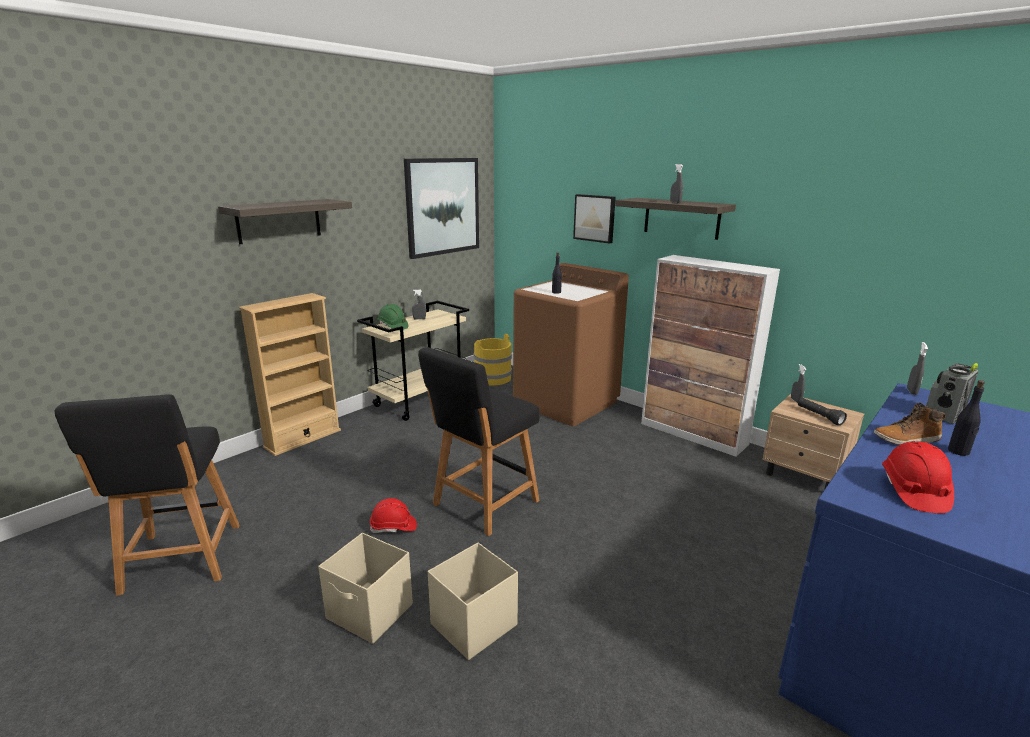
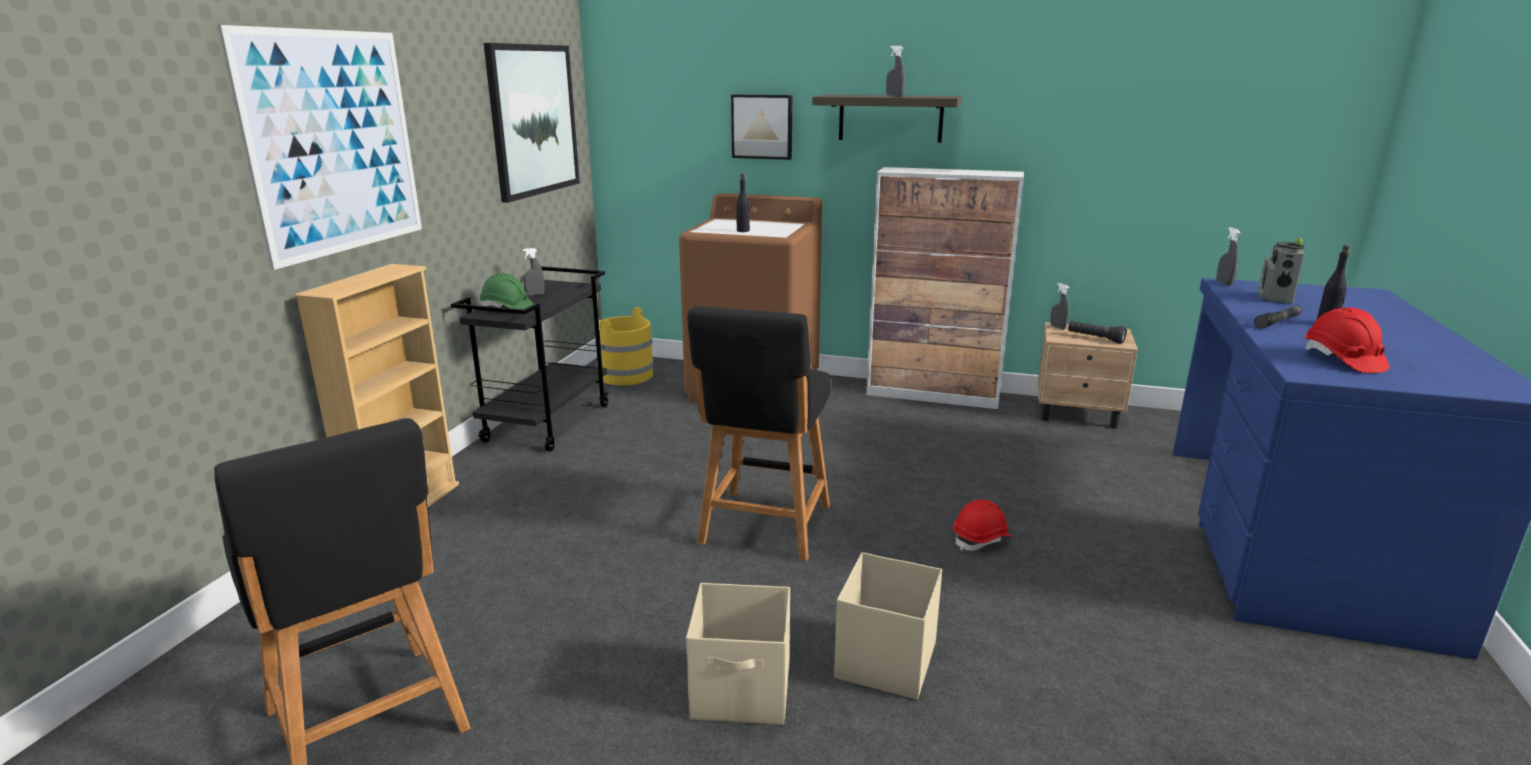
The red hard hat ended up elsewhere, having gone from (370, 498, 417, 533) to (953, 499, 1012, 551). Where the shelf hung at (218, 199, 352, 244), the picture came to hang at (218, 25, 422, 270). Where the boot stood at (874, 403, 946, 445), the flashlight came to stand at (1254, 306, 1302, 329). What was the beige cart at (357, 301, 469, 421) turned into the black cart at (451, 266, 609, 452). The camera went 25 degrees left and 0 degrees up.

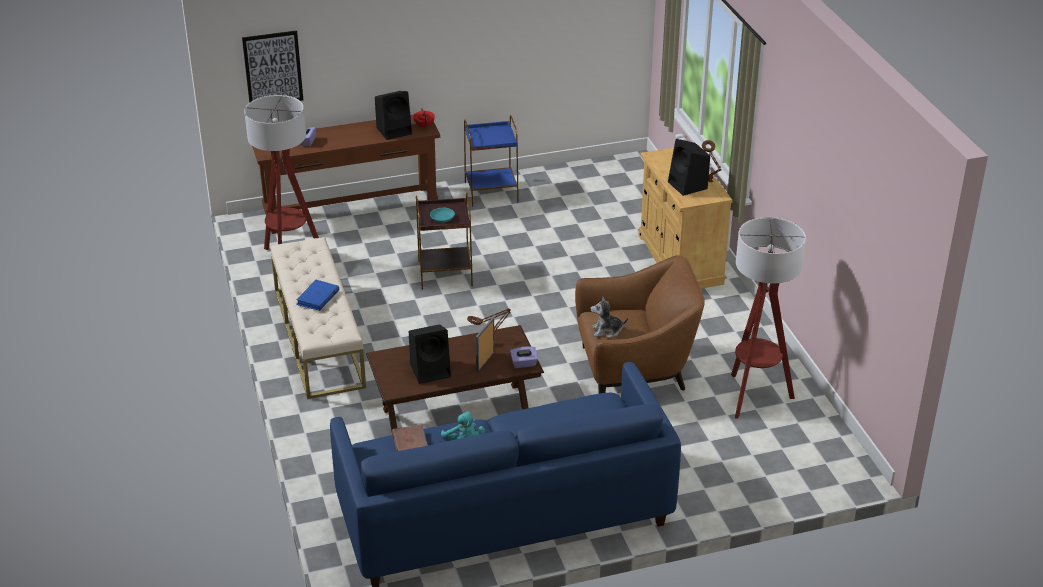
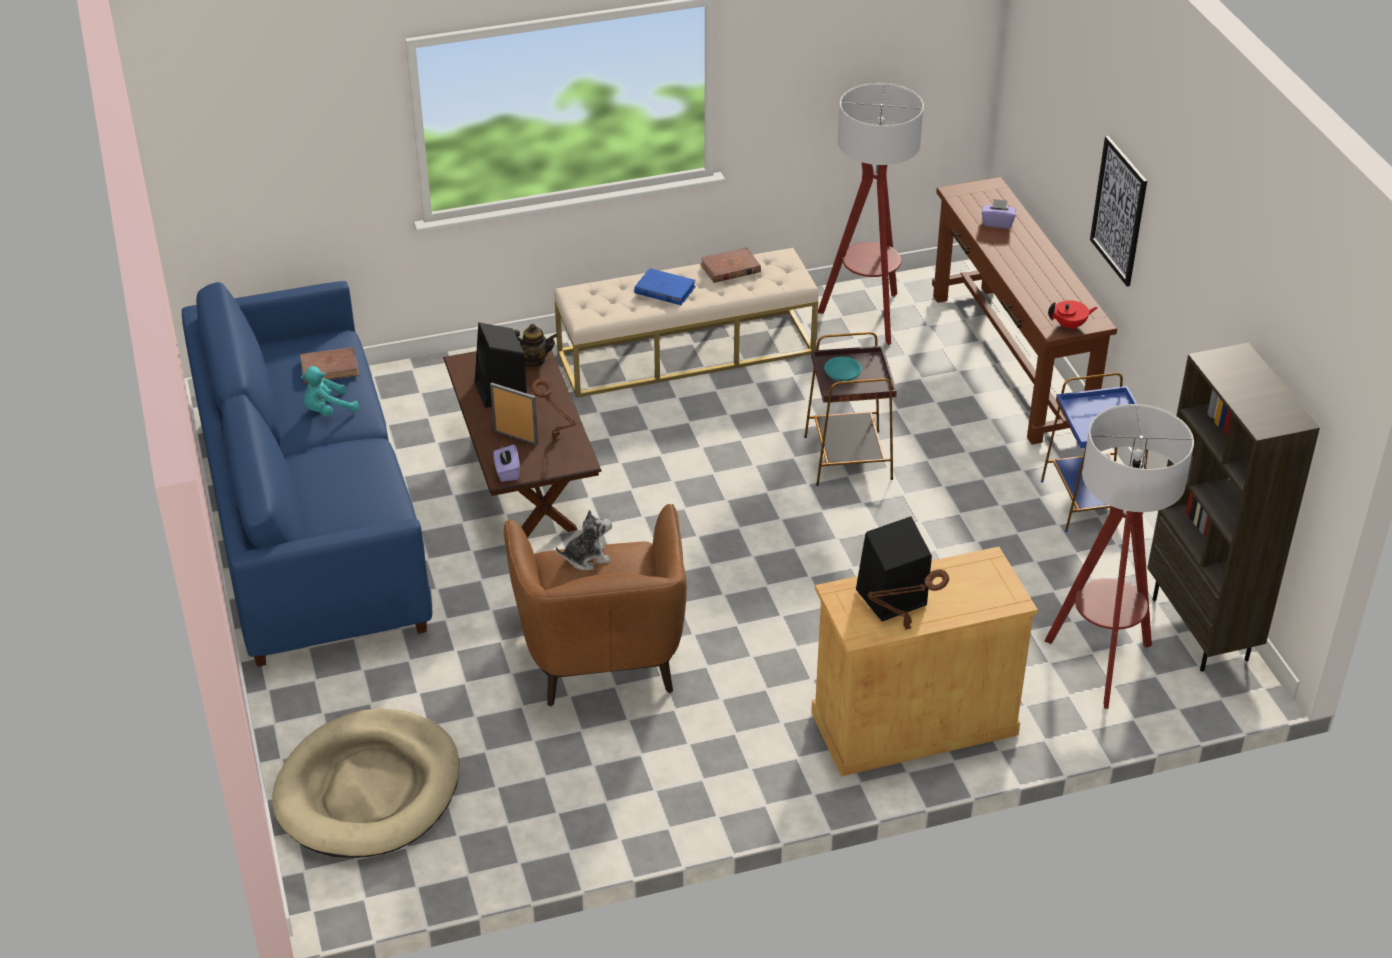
The second view lost the black speaker at (375, 91, 412, 140). The second view gained the beige dog bed at (272, 708, 459, 858). The second view gained the teapot at (514, 324, 557, 366). The second view gained the brown book at (700, 247, 761, 283). The second view gained the brown bookcase at (1147, 343, 1320, 672). The picture ended up elsewhere, having gone from (242, 30, 303, 103) to (1090, 136, 1147, 286). The floor lamp ended up elsewhere, having gone from (731, 217, 806, 419) to (1045, 404, 1194, 709). The plush toy at (590, 297, 628, 338) ended up facing another way, 75 degrees clockwise from before. The camera went 90 degrees right and 5 degrees up.

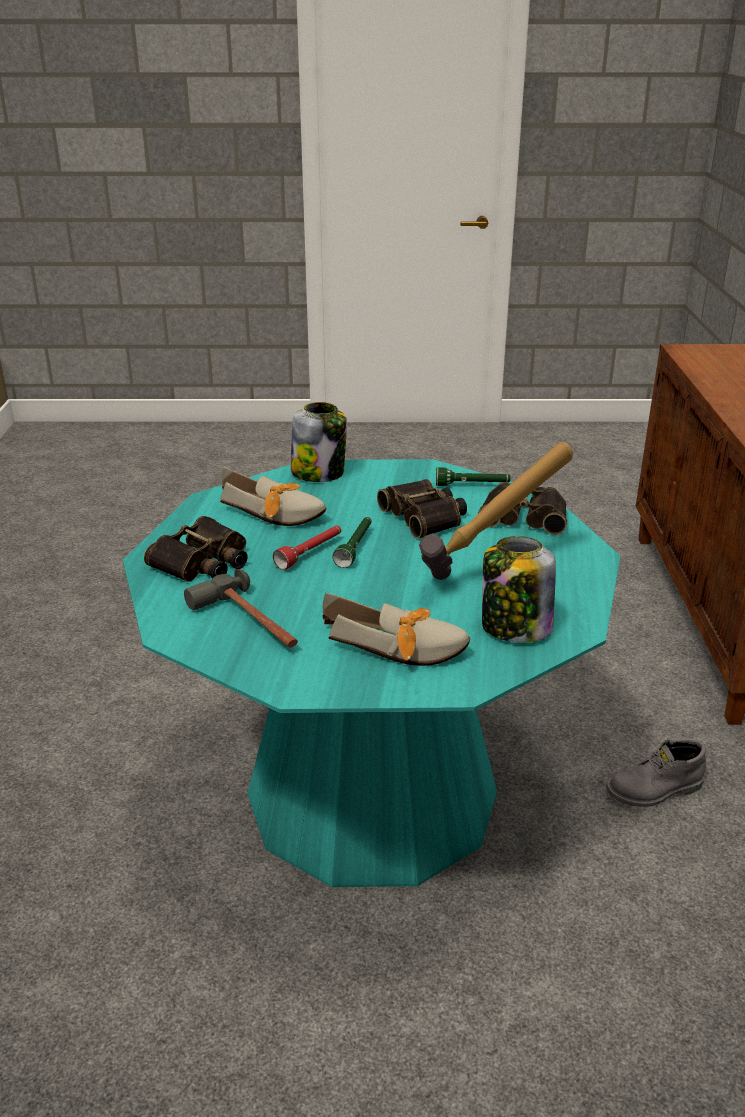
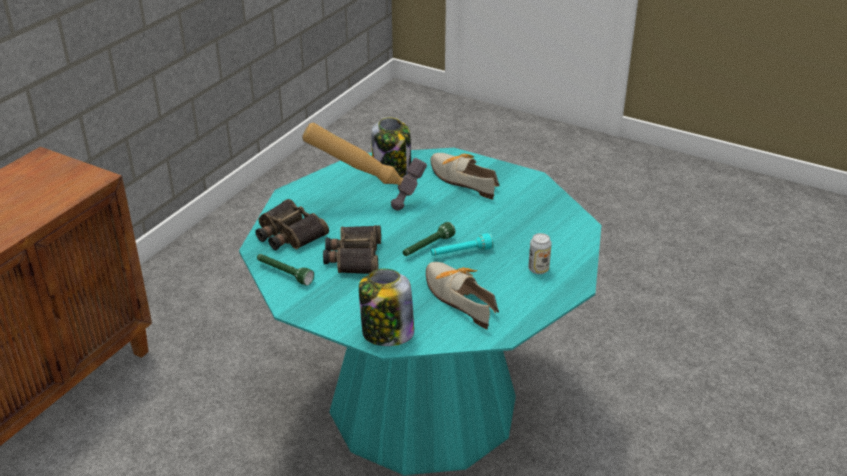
The second view lost the hammer at (184, 569, 298, 647). The second view lost the grey boot at (606, 738, 706, 807). Where the binoculars stood at (144, 516, 248, 582), the can came to stand at (528, 233, 552, 274). What was the red flashlight at (273, 526, 341, 570) turned into the turquoise flashlight at (431, 233, 494, 256). The camera went 150 degrees left and 5 degrees up.

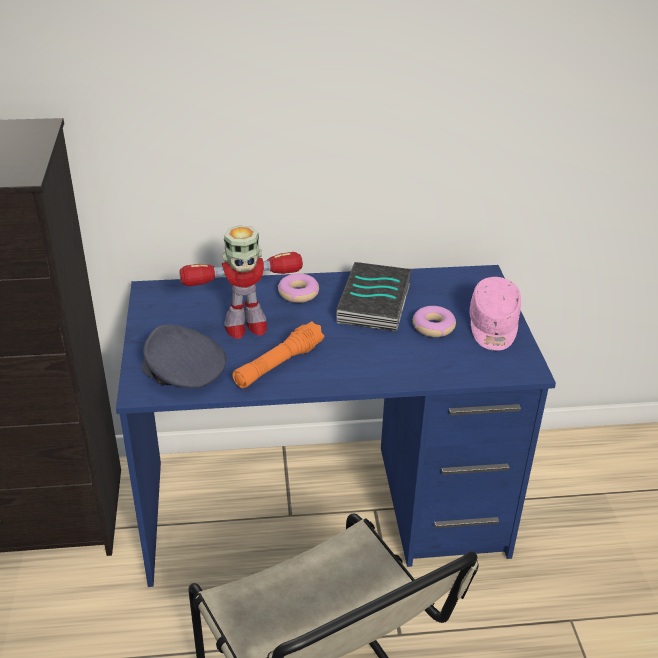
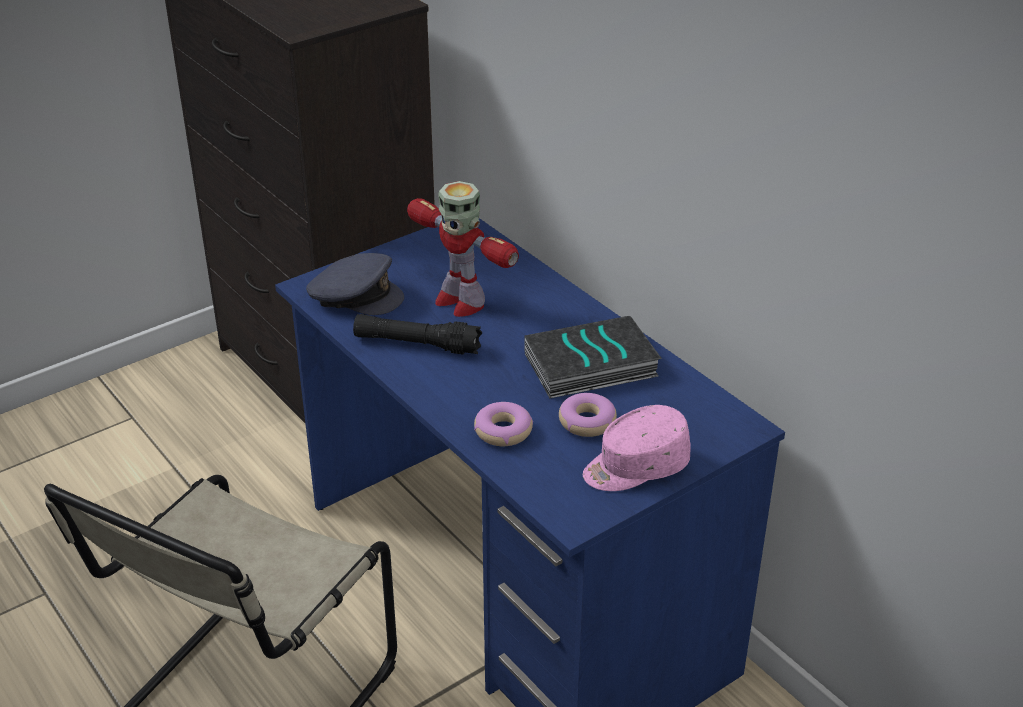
The donut ended up elsewhere, having gone from (278, 273, 319, 303) to (474, 402, 533, 446). What was the orange flashlight at (232, 321, 325, 388) turned into the black flashlight at (353, 314, 482, 355). The grey cap at (142, 325, 226, 388) ended up facing another way, 105 degrees clockwise from before. The camera went 60 degrees right and 0 degrees up.

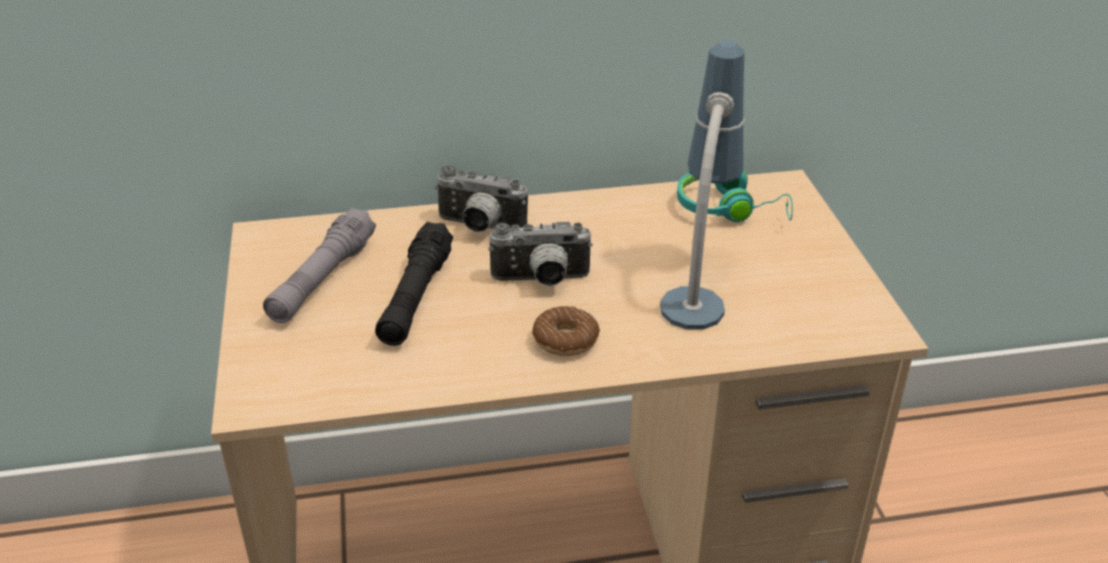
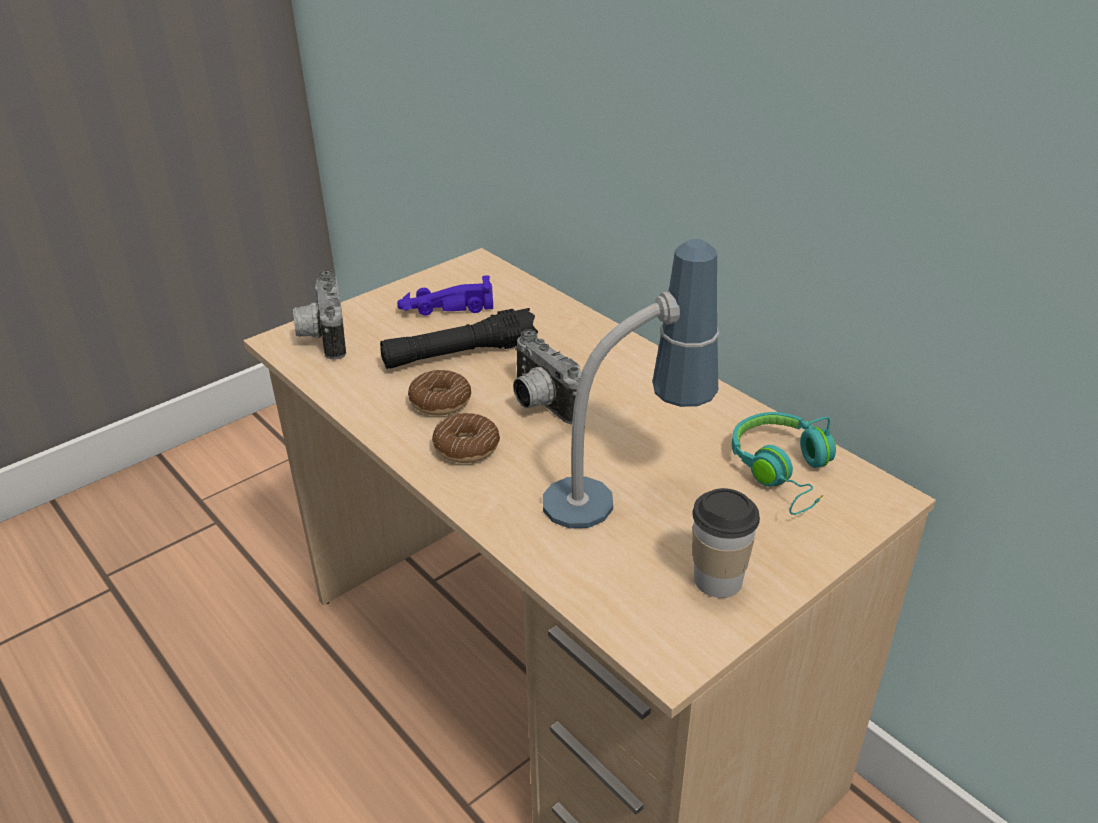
The second view gained the donut at (408, 370, 471, 415). The second view gained the cup at (693, 488, 760, 598). The photo camera ended up elsewhere, having gone from (435, 166, 528, 232) to (293, 270, 346, 360). Where the grey flashlight stood at (263, 208, 376, 323), the purple toy car came to stand at (397, 275, 493, 316). The camera went 60 degrees right and 0 degrees up.

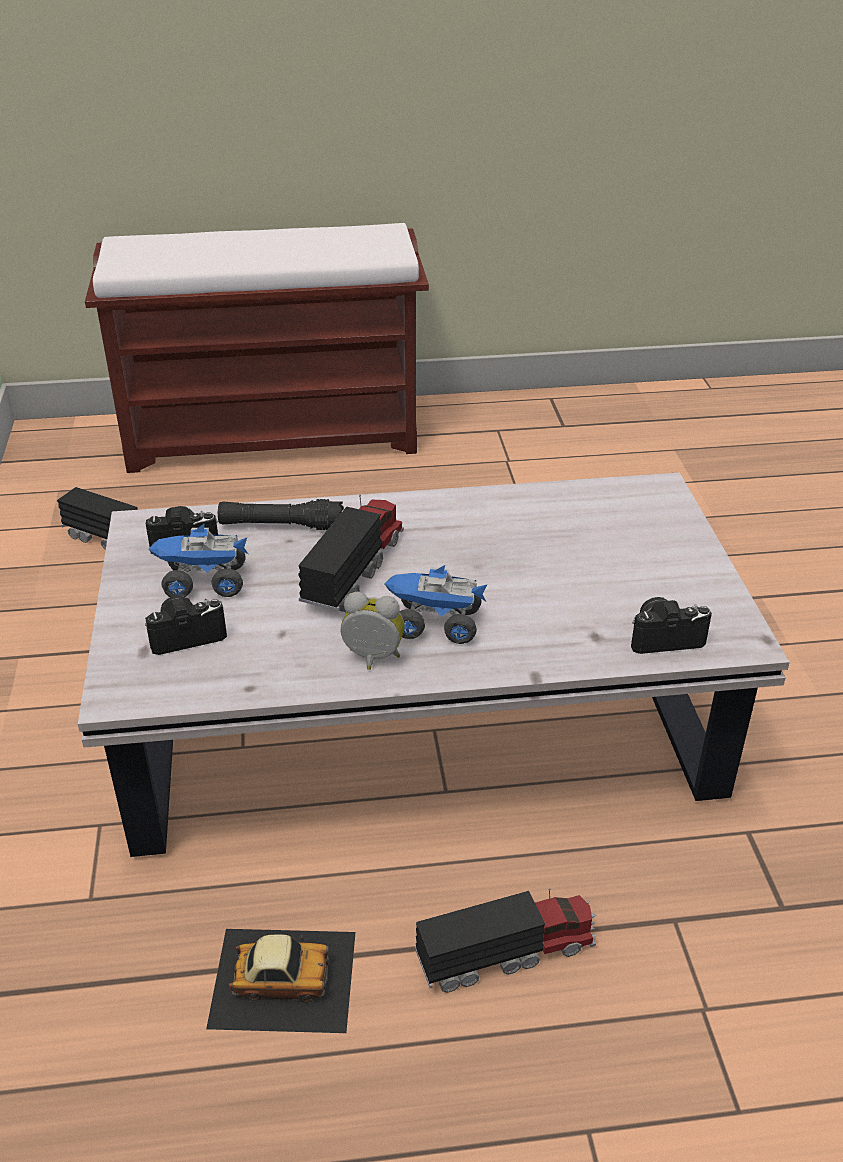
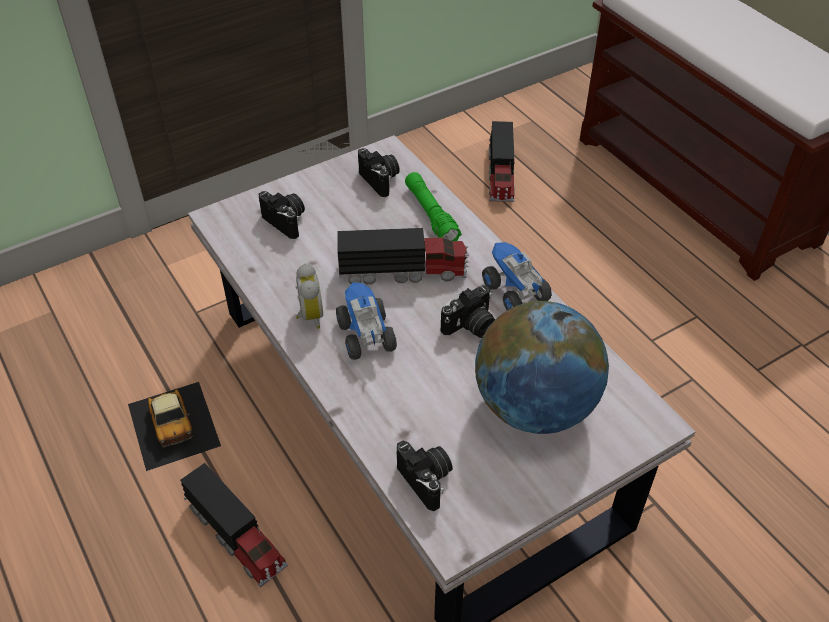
The second view gained the photo camera at (440, 285, 495, 338). The second view gained the globe at (475, 301, 609, 434). The toy truck ended up elsewhere, having gone from (149, 524, 248, 597) to (482, 242, 552, 310). What was the black flashlight at (218, 499, 344, 530) turned into the green flashlight at (405, 172, 462, 241). The camera went 65 degrees right and 10 degrees up.

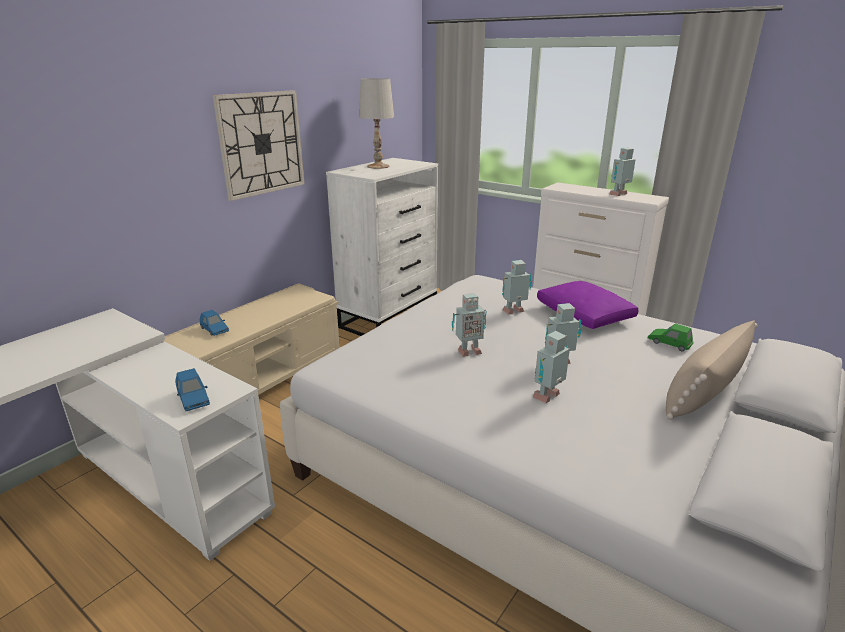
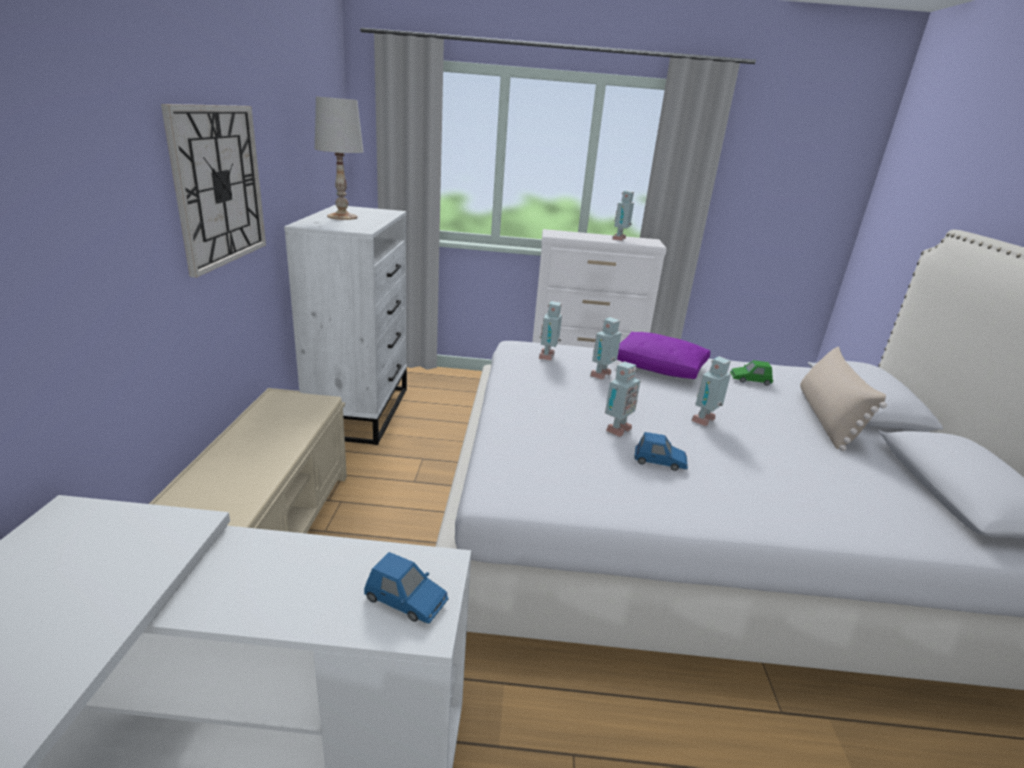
The blue toy car ended up elsewhere, having gone from (200, 310, 229, 336) to (634, 432, 688, 471). The toy robot ended up elsewhere, having gone from (533, 331, 570, 403) to (539, 301, 562, 360). The camera went 35 degrees left and 0 degrees up.

